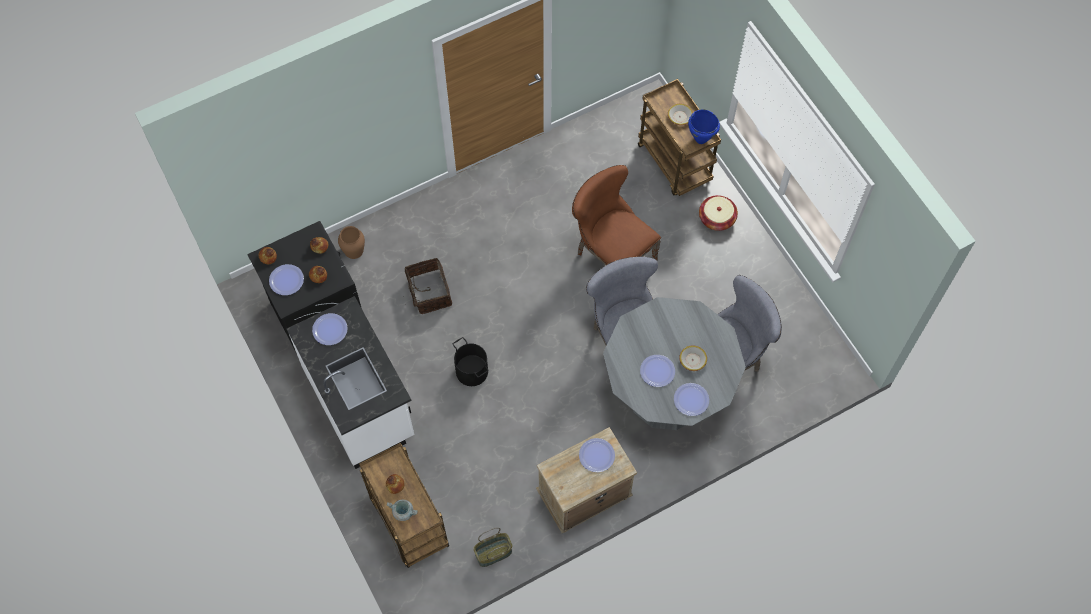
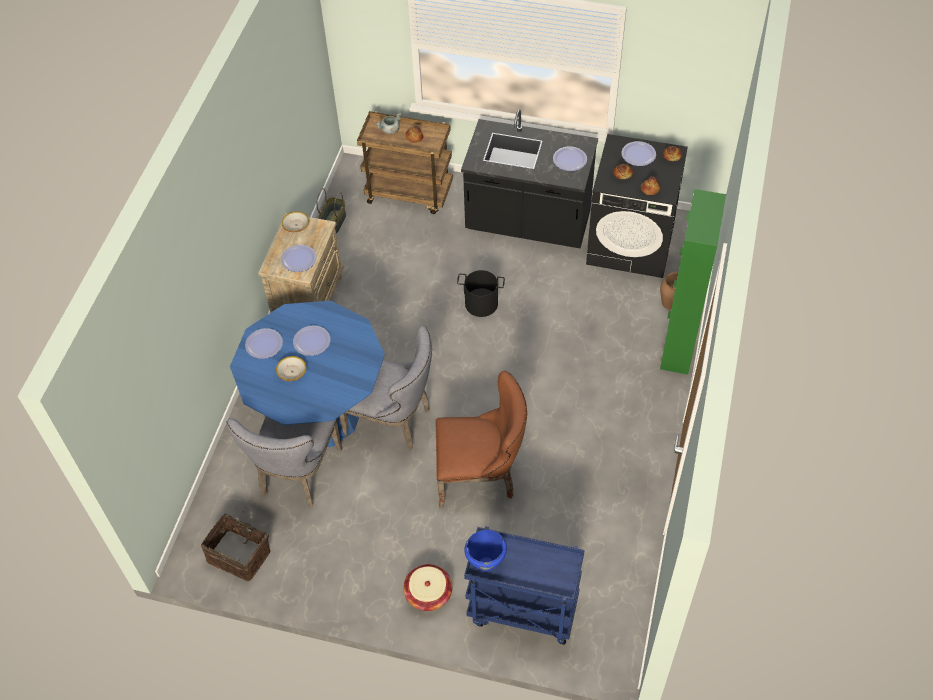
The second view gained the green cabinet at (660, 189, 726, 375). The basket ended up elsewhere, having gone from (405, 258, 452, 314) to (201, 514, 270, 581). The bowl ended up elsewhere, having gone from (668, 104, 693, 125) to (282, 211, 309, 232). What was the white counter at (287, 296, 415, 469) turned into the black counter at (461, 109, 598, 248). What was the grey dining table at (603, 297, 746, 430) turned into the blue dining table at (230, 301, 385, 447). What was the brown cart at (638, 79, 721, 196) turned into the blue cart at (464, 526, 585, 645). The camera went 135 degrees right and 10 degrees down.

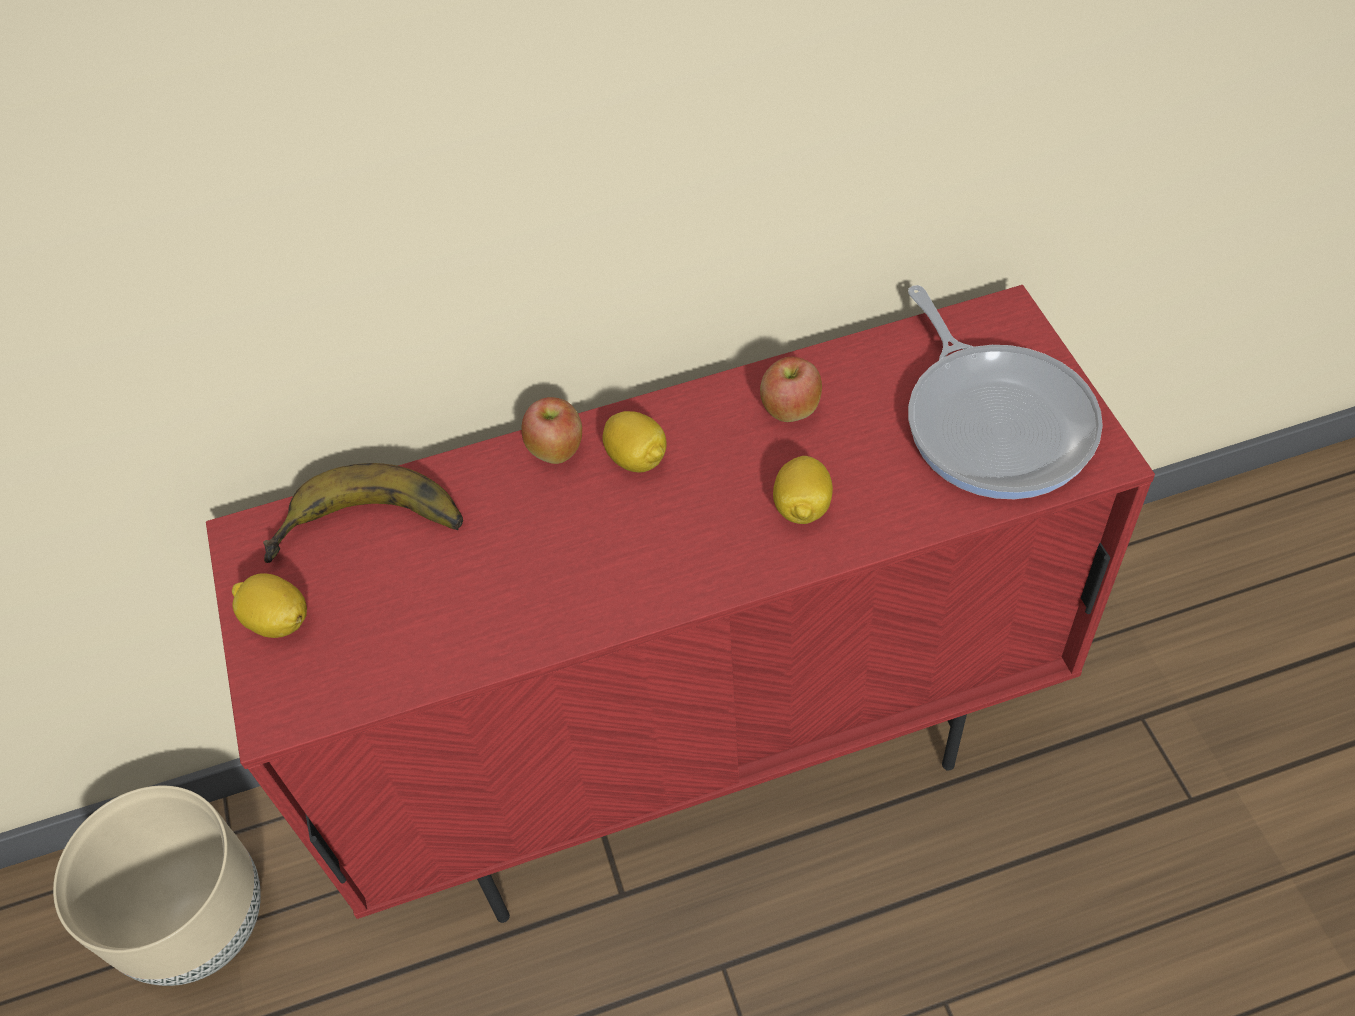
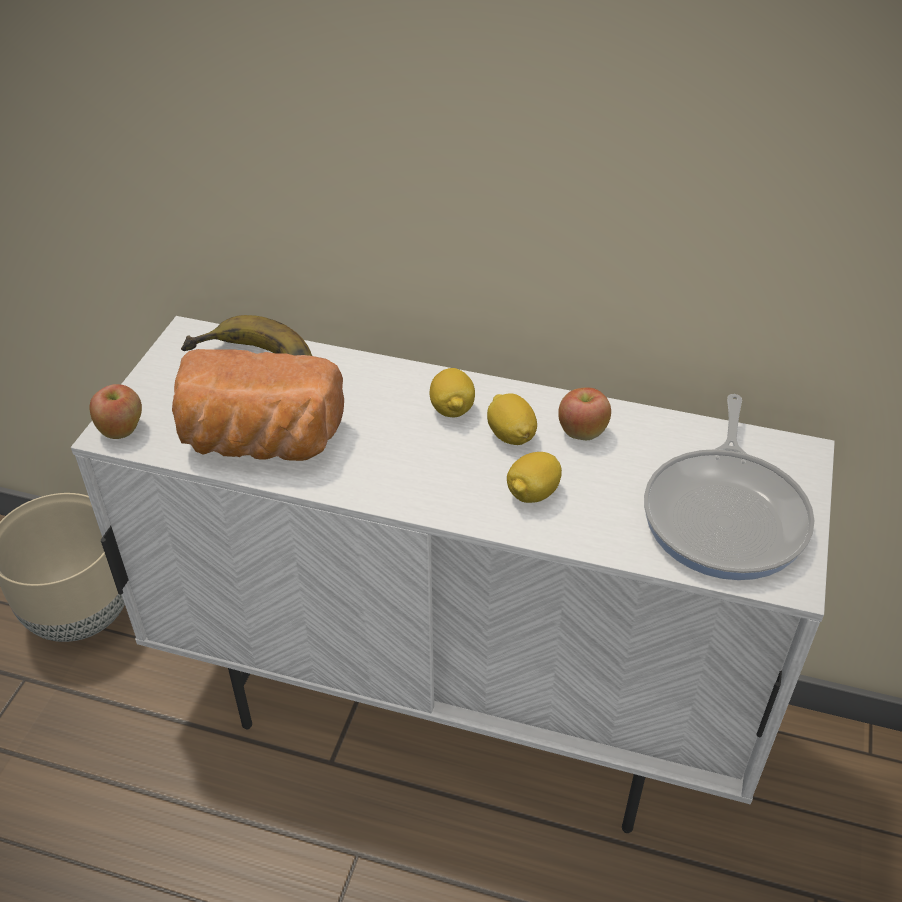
The second view gained the bread at (172, 349, 344, 461). The lemon ended up elsewhere, having gone from (232, 573, 307, 638) to (487, 394, 537, 445). The apple ended up elsewhere, having gone from (521, 397, 582, 464) to (90, 384, 142, 439). What was the red cabinet at (206, 285, 1155, 923) turned into the white cabinet at (71, 316, 835, 833). The camera went 30 degrees right and 10 degrees down.

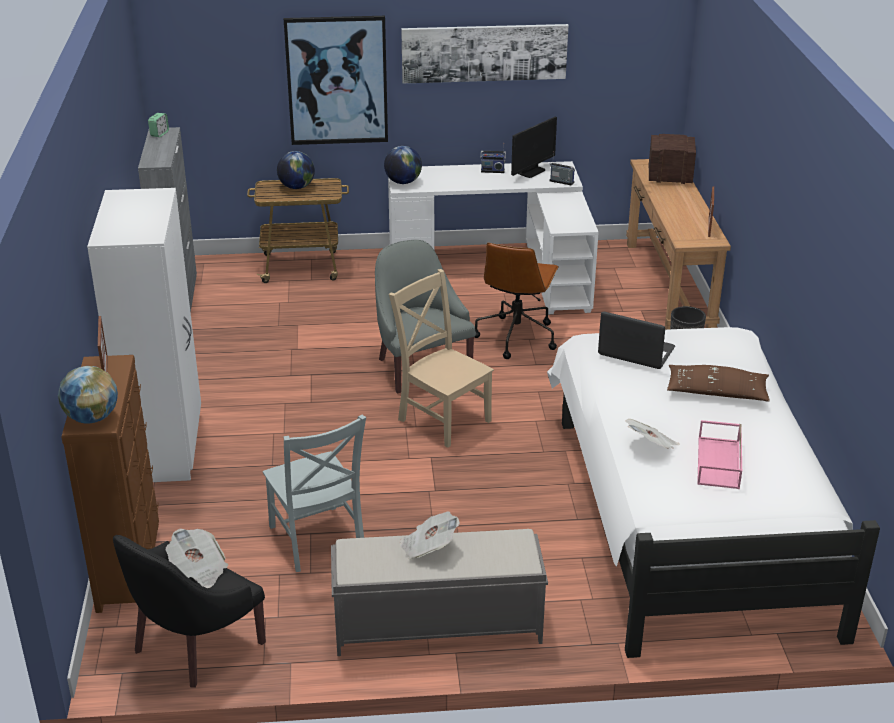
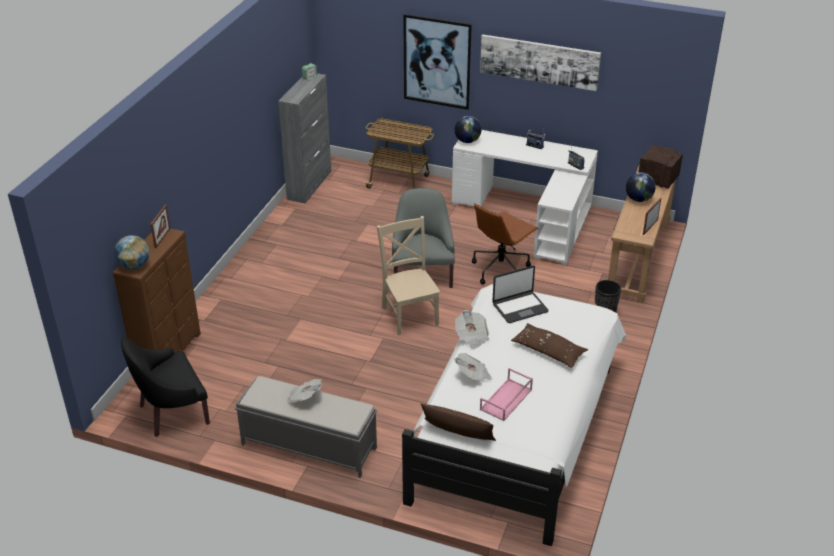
The second view lost the white wardrobe at (87, 188, 201, 482). The second view lost the grey chair at (263, 415, 366, 572). The second view lost the monitor at (511, 117, 557, 178). The second view gained the brown pillow at (421, 403, 496, 441). The newspaper ended up elsewhere, having gone from (166, 528, 228, 588) to (455, 310, 489, 349). The globe ended up elsewhere, having gone from (277, 151, 315, 189) to (626, 173, 656, 202). The laptop at (598, 312, 675, 369) ended up facing another way, 105 degrees clockwise from before. The camera went 25 degrees right and 5 degrees up.

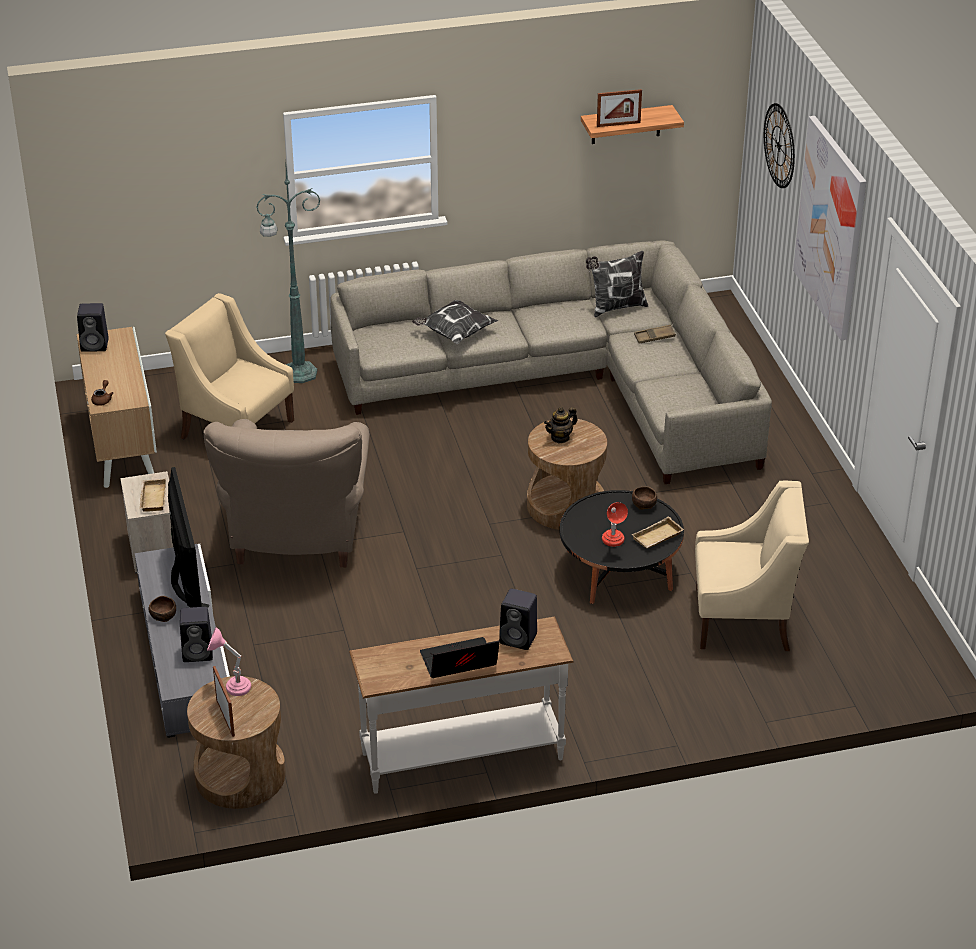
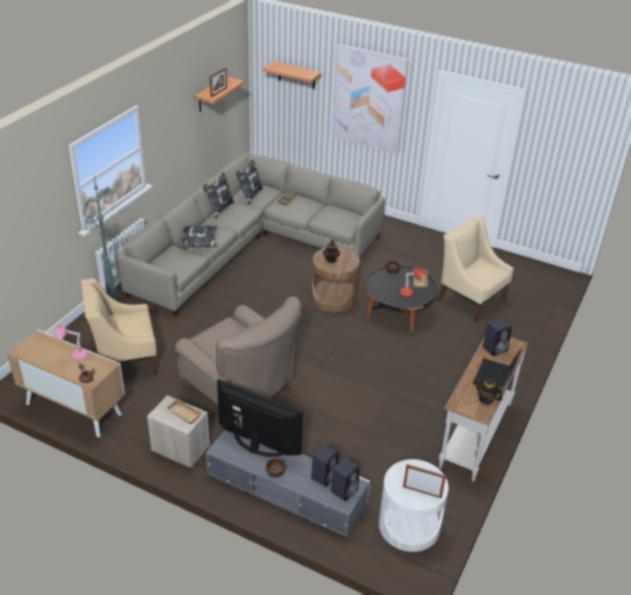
The second view gained the pillow at (203, 172, 234, 218). The second view gained the teapot at (476, 378, 503, 405). The black speaker ended up elsewhere, having gone from (77, 303, 109, 352) to (331, 458, 359, 501). The pink table lamp ended up elsewhere, having gone from (207, 627, 251, 696) to (55, 325, 88, 360). Where the wall clock hung at (764, 103, 795, 188), the shelf came to hang at (263, 61, 322, 89). What was the brown side table at (187, 676, 286, 809) turned into the white side table at (379, 459, 449, 552). The beige armchair at (695, 481, 809, 651) ended up facing another way, 90 degrees counterclockwise from before. The camera went 50 degrees left and 0 degrees up.

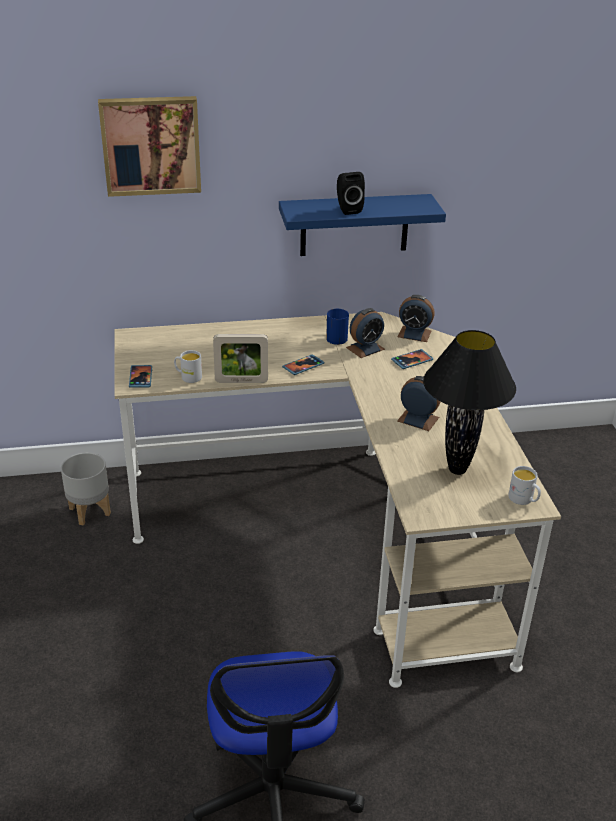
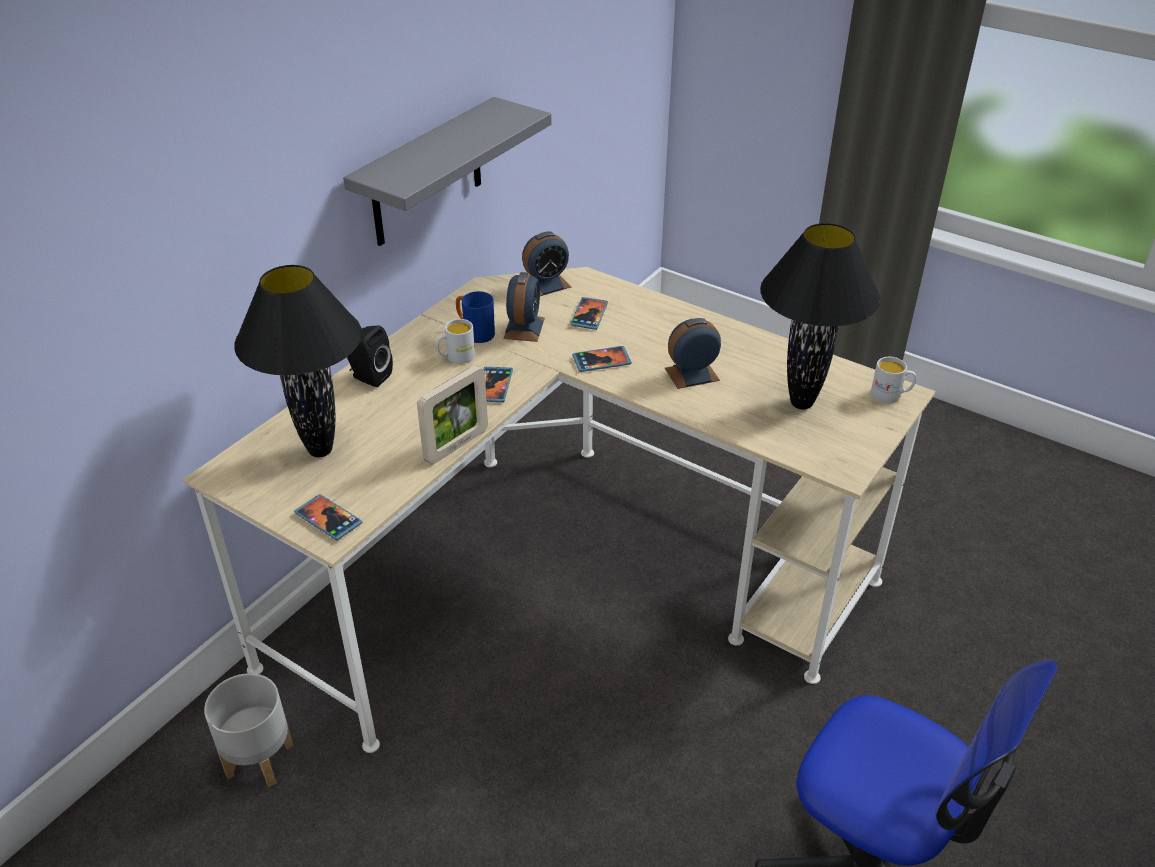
The second view lost the picture at (98, 96, 201, 197). The second view gained the black table lamp at (234, 265, 362, 457). The second view gained the phone at (572, 346, 632, 372). The white mug ended up elsewhere, having gone from (174, 350, 202, 383) to (436, 319, 475, 364). The black speaker ended up elsewhere, having gone from (337, 172, 365, 215) to (347, 325, 393, 387). What was the blue shelf at (279, 194, 446, 256) turned into the grey shelf at (343, 97, 551, 246). The camera went 45 degrees left and 5 degrees up.

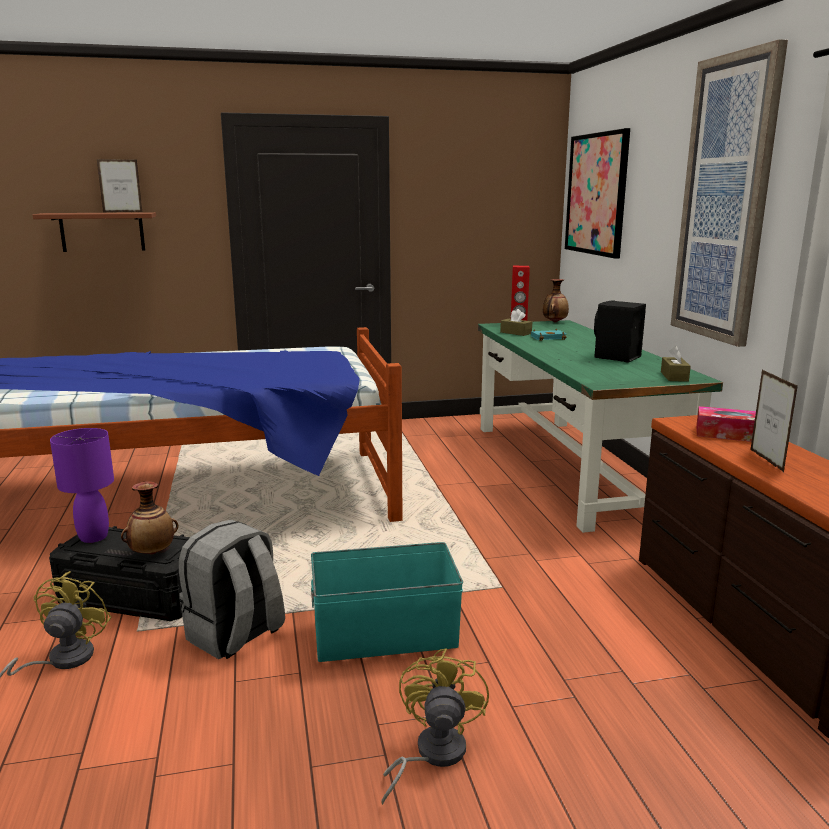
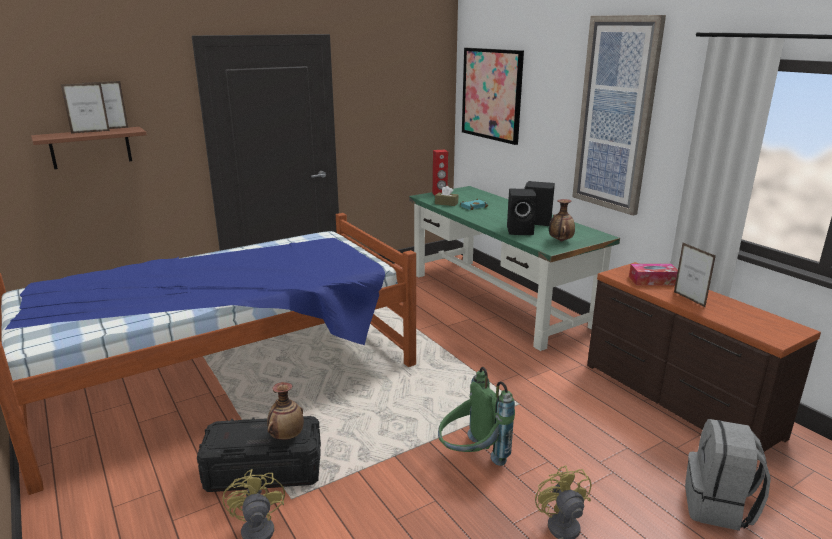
The second view lost the purple table lamp at (50, 428, 114, 543). The second view lost the brown tissue box at (661, 346, 691, 382). The second view gained the picture frame at (61, 83, 110, 134). The second view gained the black speaker at (507, 189, 537, 235). The grey backpack ended up elsewhere, having gone from (179, 520, 285, 659) to (685, 419, 771, 531). The vase ended up elsewhere, having gone from (543, 279, 569, 323) to (549, 199, 575, 241). Where the turquoise storage box stood at (311, 542, 463, 662), the green backpack came to stand at (438, 367, 515, 466). The camera went 20 degrees left and 5 degrees up.

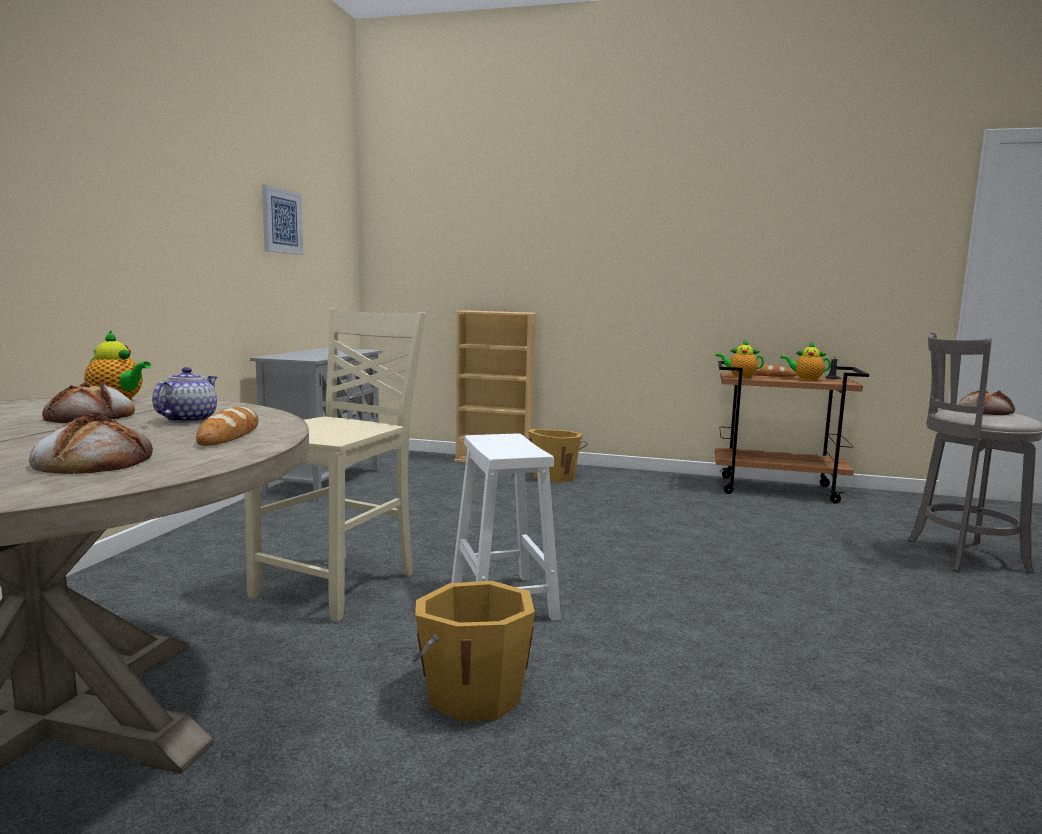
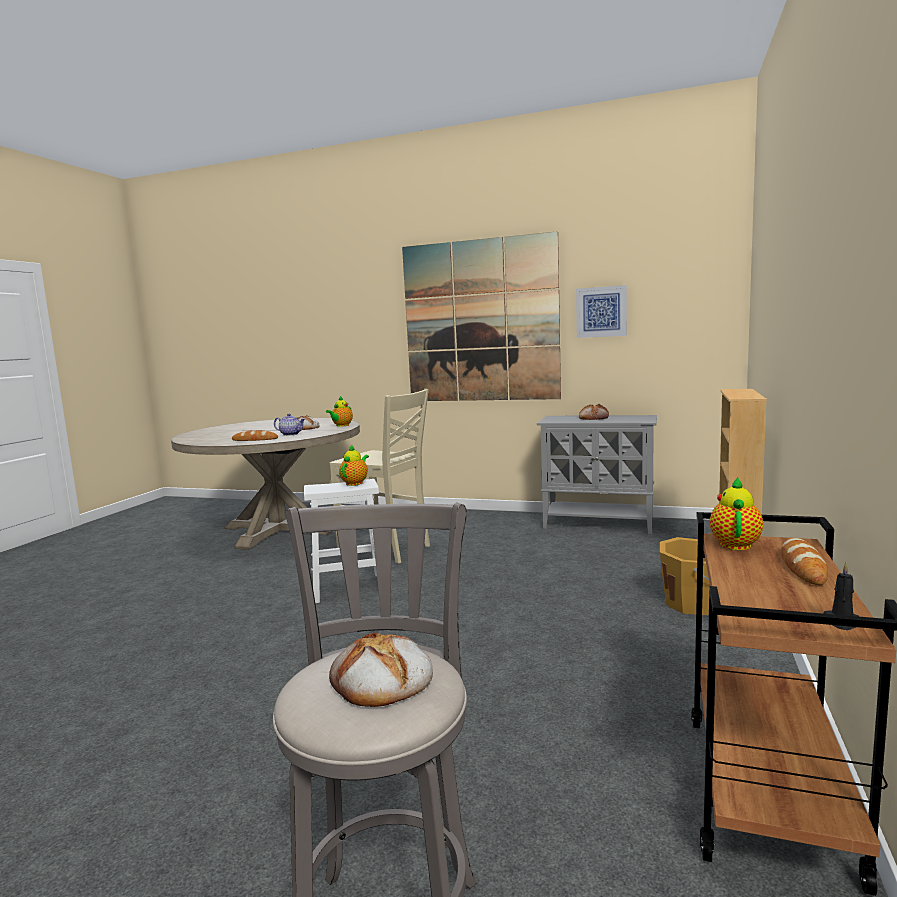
The second view lost the orange bucket at (412, 581, 535, 722). The second view gained the picture at (402, 231, 561, 401). The bread ended up elsewhere, having gone from (29, 412, 153, 474) to (579, 404, 609, 420). The teapot ended up elsewhere, having gone from (780, 341, 831, 381) to (339, 445, 369, 486). The camera went 95 degrees right and 0 degrees up.

